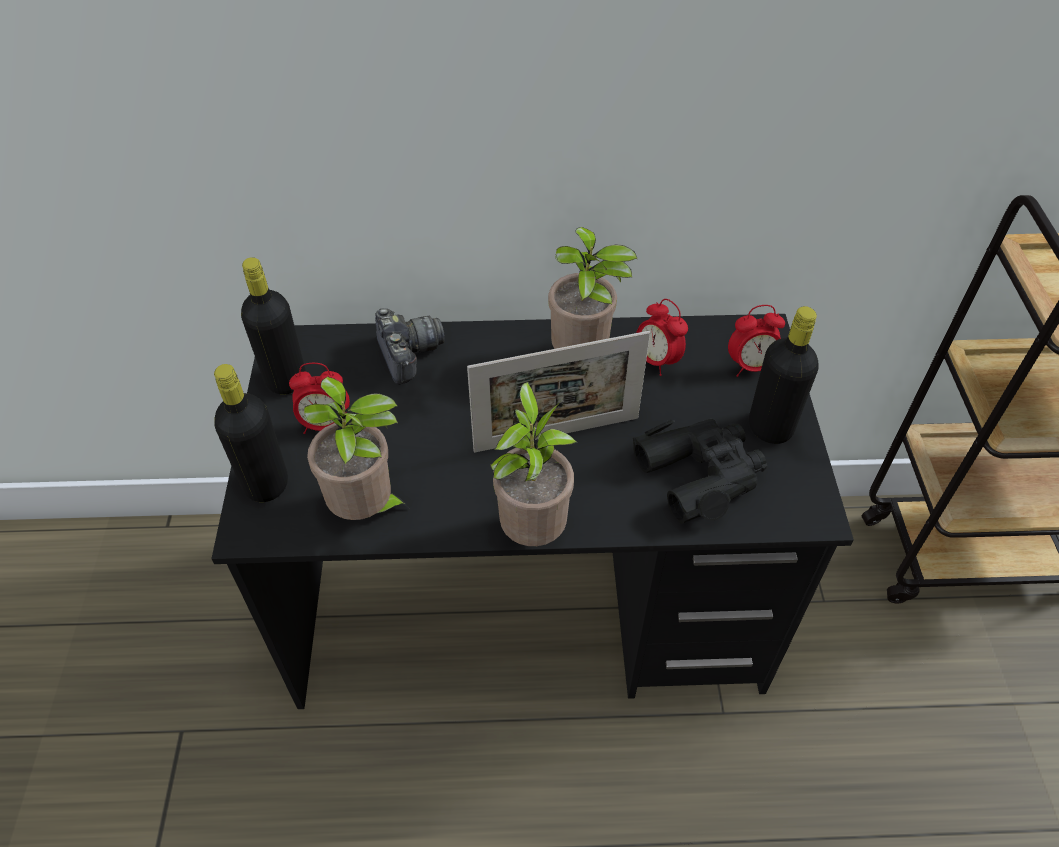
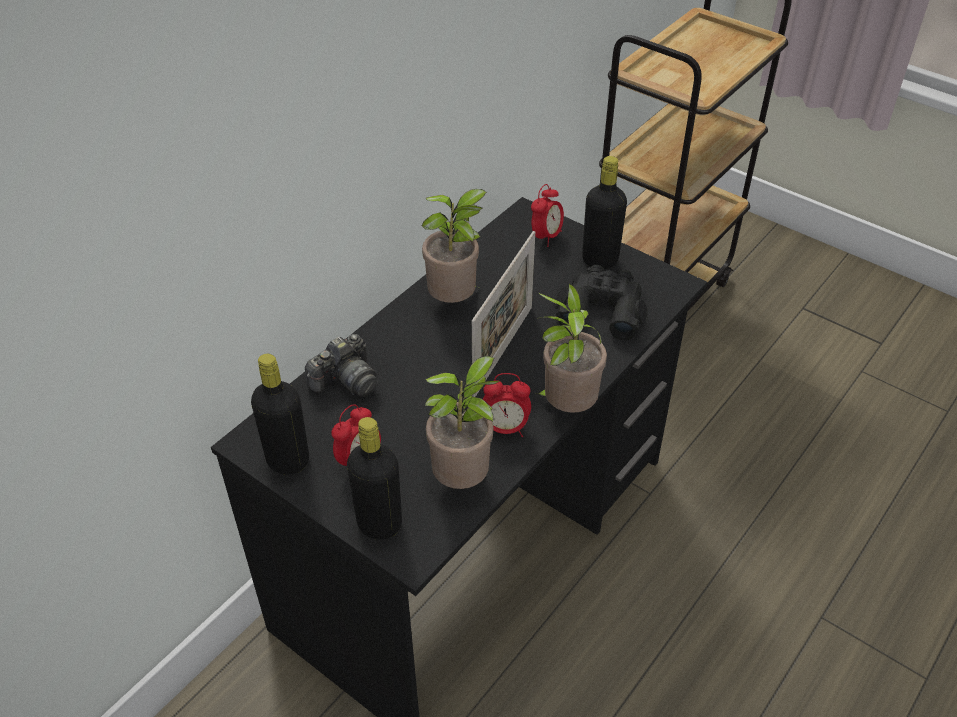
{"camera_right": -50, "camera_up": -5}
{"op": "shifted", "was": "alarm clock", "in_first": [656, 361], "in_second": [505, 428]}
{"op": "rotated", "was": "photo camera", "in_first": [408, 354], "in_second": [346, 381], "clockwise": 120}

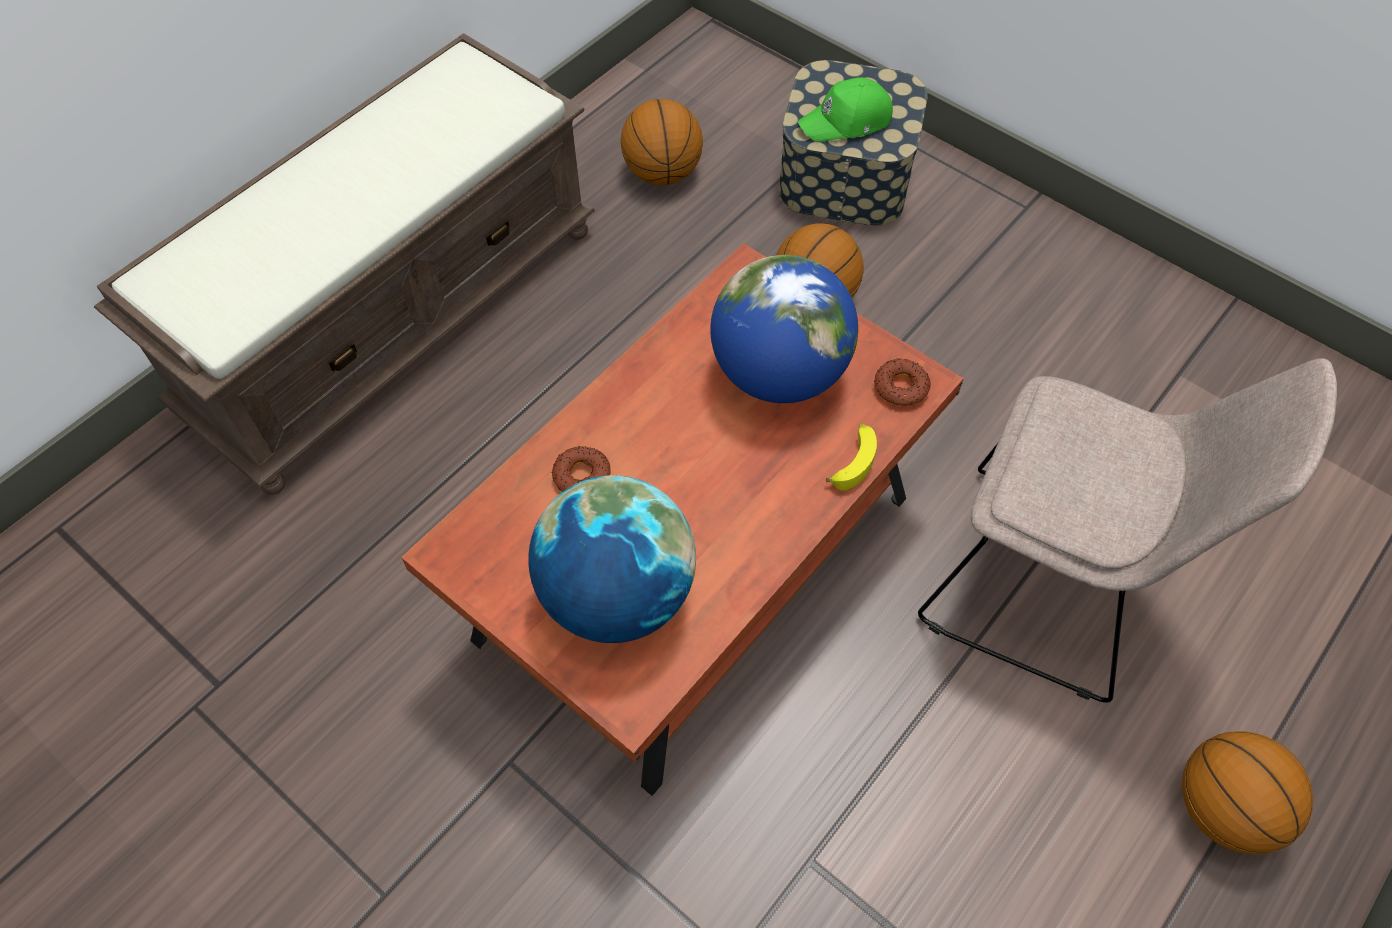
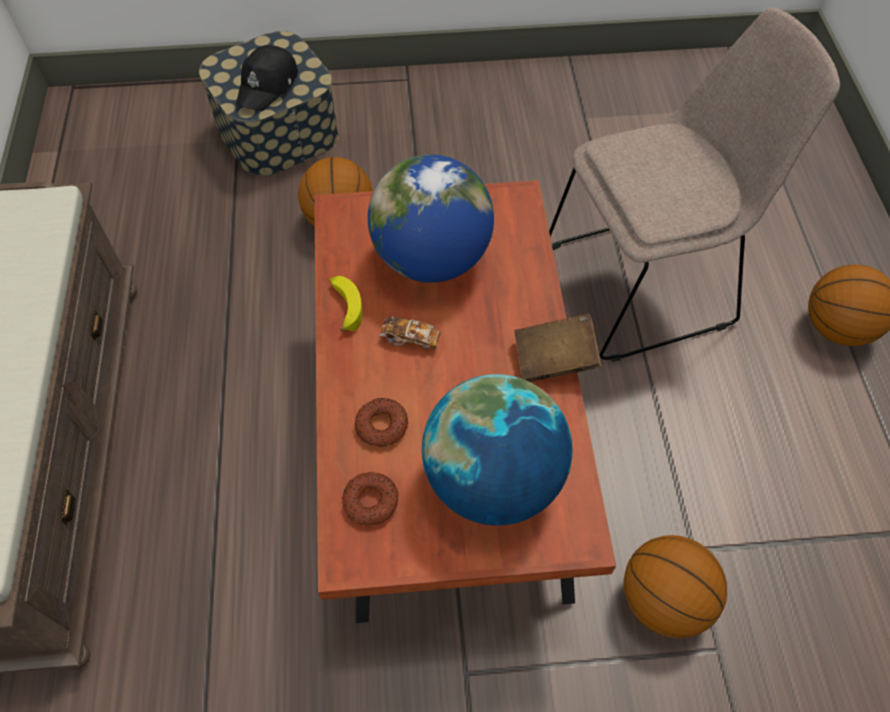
{"camera_right": -45, "camera_up": 0}
{"op": "new", "now": "model car", "in_second": [410, 338]}
{"op": "new", "now": "brownish volume", "in_second": [554, 359]}
{"op": "shifted", "was": "basketball", "in_first": [662, 173], "in_second": [664, 600]}
{"op": "shifted", "was": "banana", "in_first": [853, 461], "in_second": [345, 306]}
{"op": "shifted", "was": "doughnut", "in_first": [901, 387], "in_second": [370, 501]}
{"op": "repainted", "was": "greenish baseball cap", "now": "black-coloured baseball cap", "in_first": [847, 121], "in_second": [268, 85]}

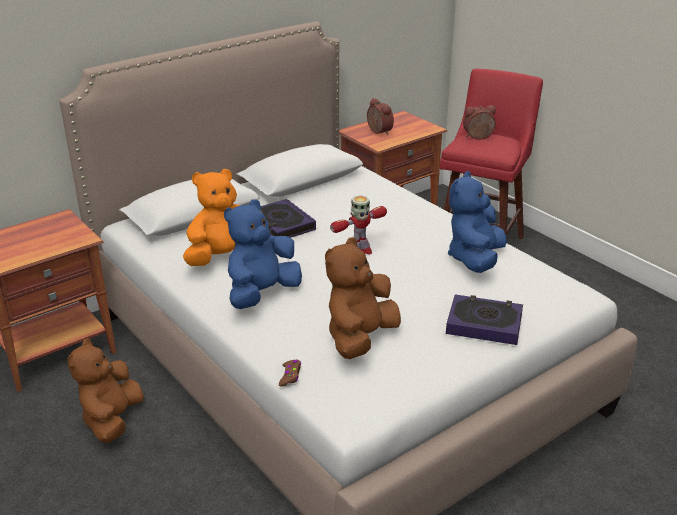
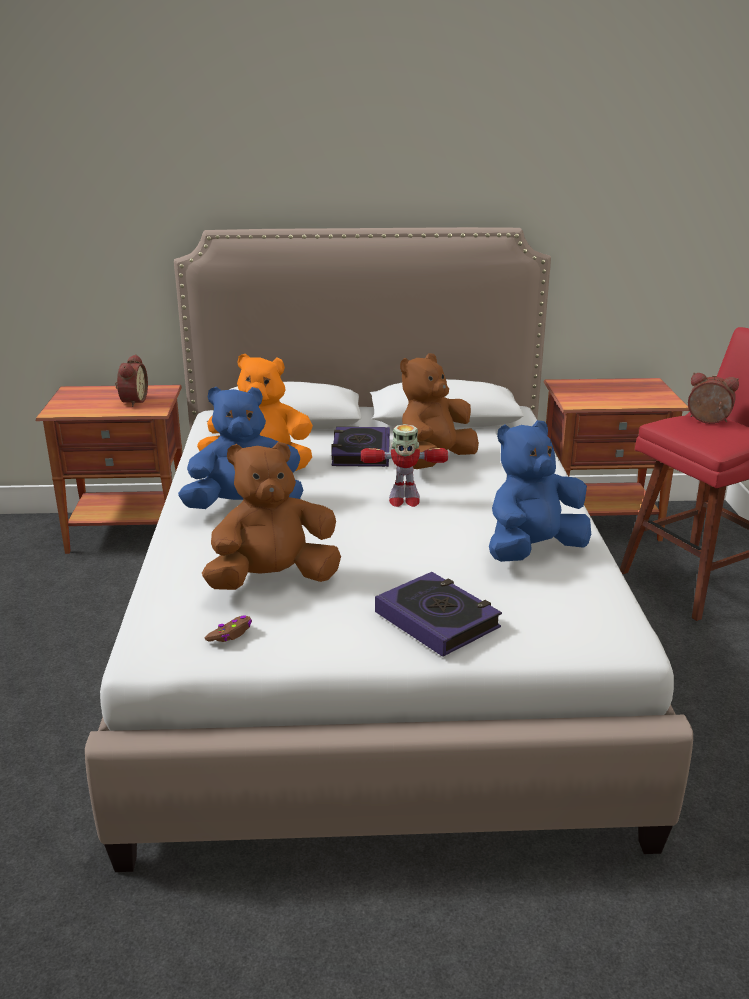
{"camera_right": 35, "camera_up": -5}
{"op": "shifted", "was": "brownish soft toy", "in_first": [112, 420], "in_second": [434, 462]}
{"op": "shifted", "was": "brownish joypad", "in_first": [290, 376], "in_second": [230, 634]}
{"op": "shifted", "was": "alarm clock", "in_first": [378, 132], "in_second": [132, 401]}

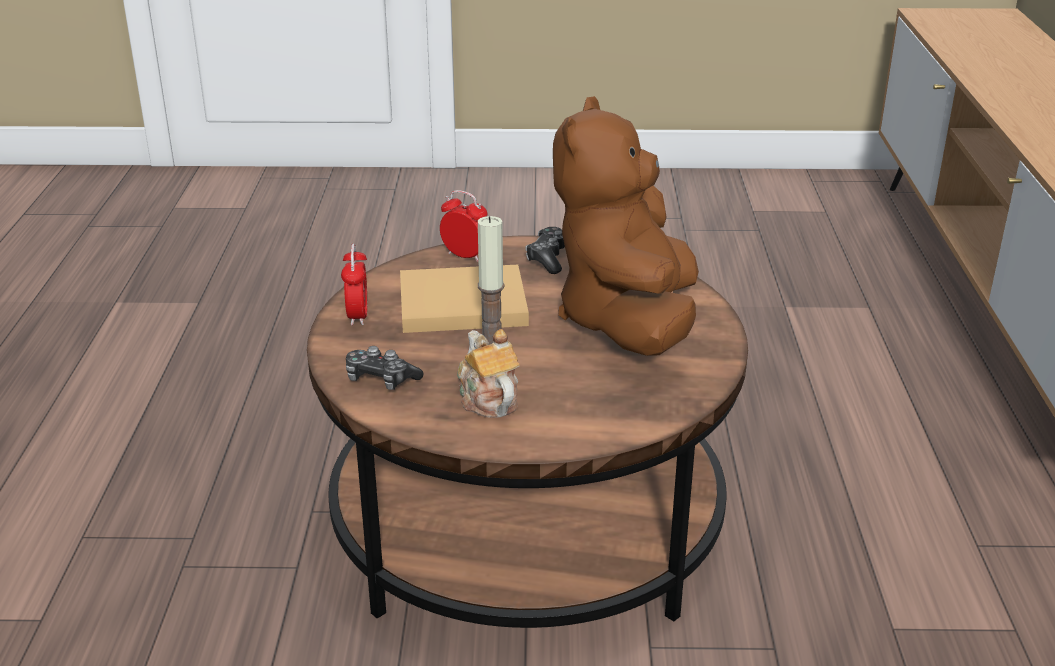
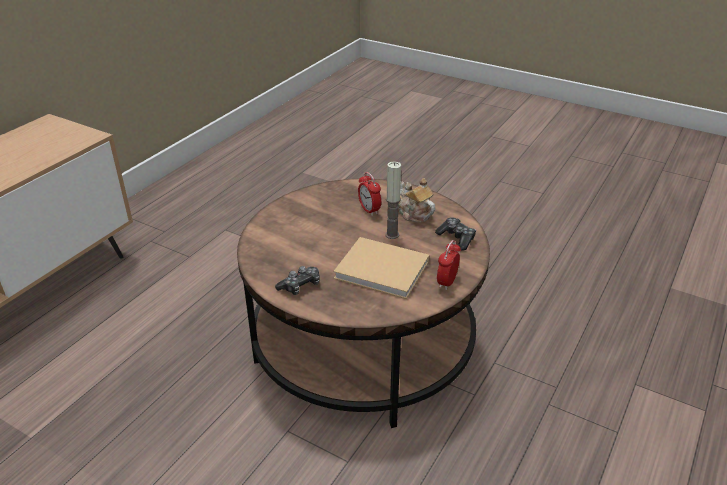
{"camera_right": -150, "camera_up": 5}
{"op": "gone", "was": "brownish soft toy", "in_first": [628, 322]}
{"op": "shifted", "was": "alarm clock", "in_first": [465, 255], "in_second": [369, 210]}
{"op": "rotated", "was": "tea pot", "in_first": [487, 399], "in_second": [413, 213], "clockwise": 135}

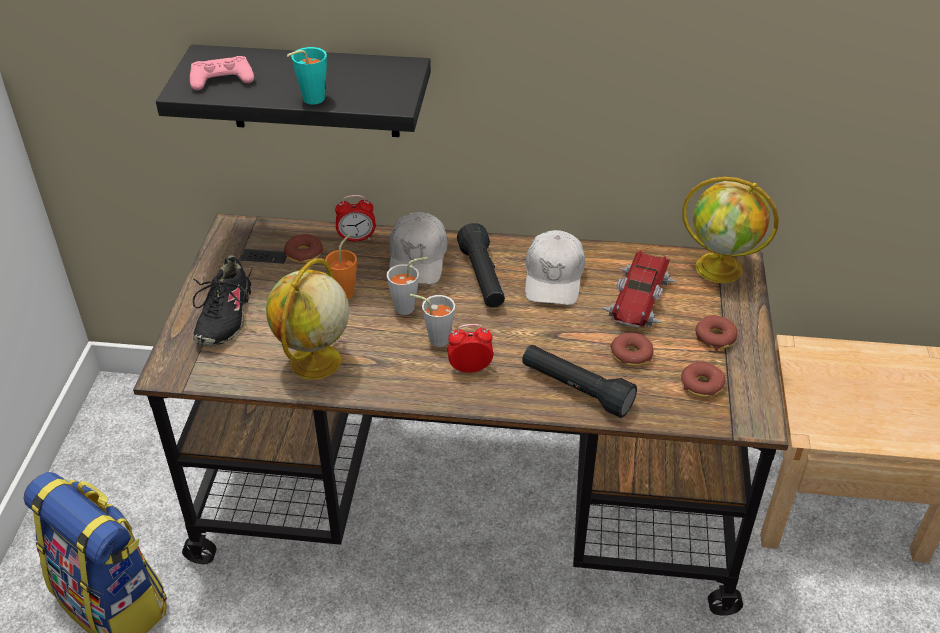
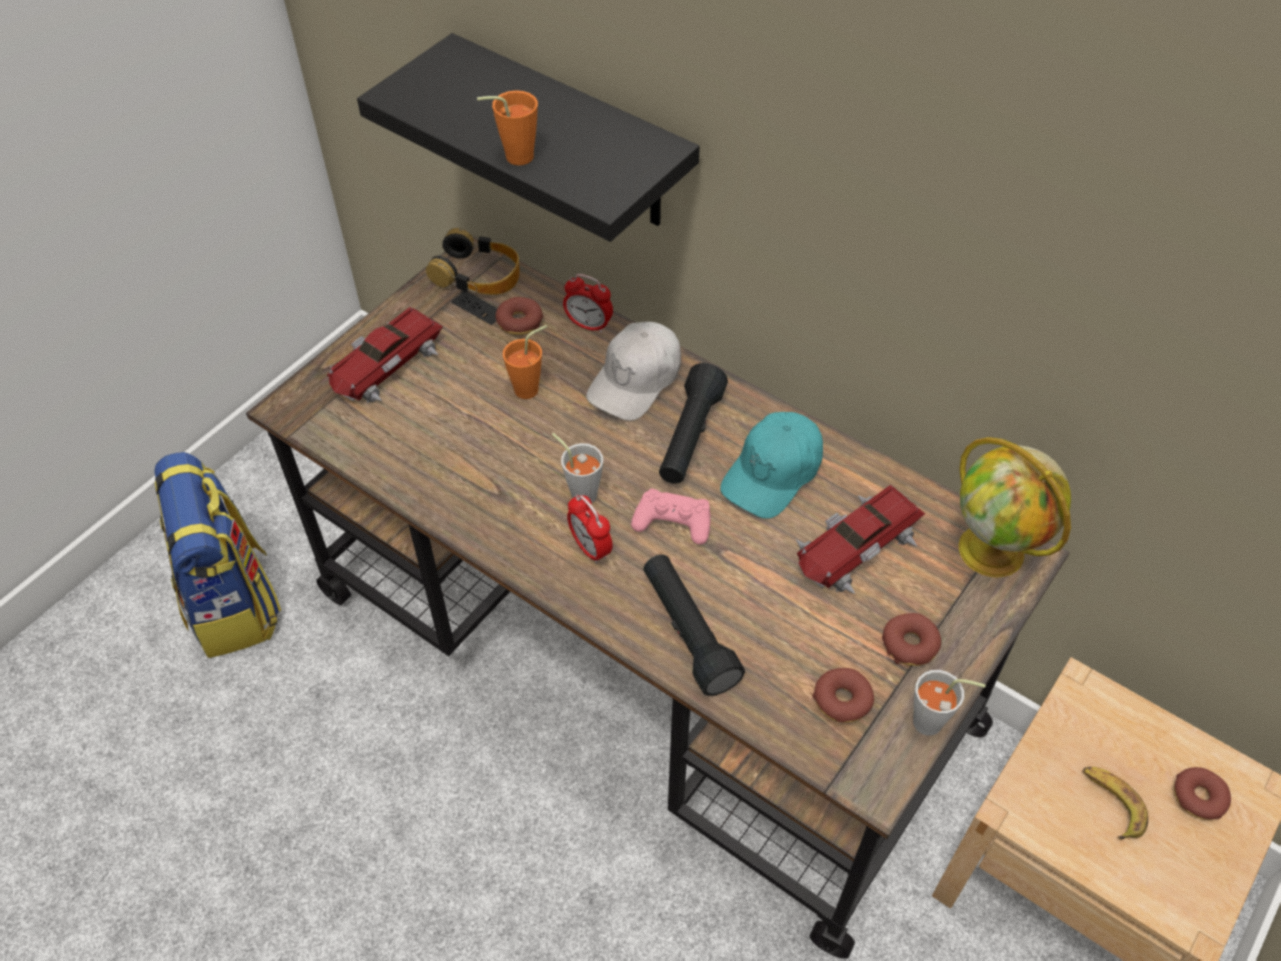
{"camera_right": 30, "camera_up": 10}
{"op": "gone", "was": "globe", "in_first": [315, 362]}
{"op": "new", "now": "pair of headphones", "in_second": [478, 274]}
{"op": "new", "now": "banana", "in_second": [1111, 803]}
{"op": "shifted", "was": "pink-coloured joypad", "in_first": [222, 79], "in_second": [673, 521]}
{"op": "shifted", "was": "grey cup", "in_first": [409, 307], "in_second": [934, 724]}
{"op": "shifted", "was": "doughnut", "in_first": [631, 355], "in_second": [1198, 797]}
{"op": "swapped", "was": "black-coloured item of footwear", "now": "model car", "in_first": [224, 317], "in_second": [386, 365]}
{"op": "repainted", "was": "blue-green cup", "now": "orangey cup", "in_first": [309, 100], "in_second": [513, 157]}
{"op": "repainted", "was": "white-coloured baseball cap", "now": "blue-green baseball cap", "in_first": [554, 278], "in_second": [773, 473]}
{"op": "rotated", "was": "alarm clock", "in_first": [470, 369], "in_second": [590, 548], "clockwise": -150}

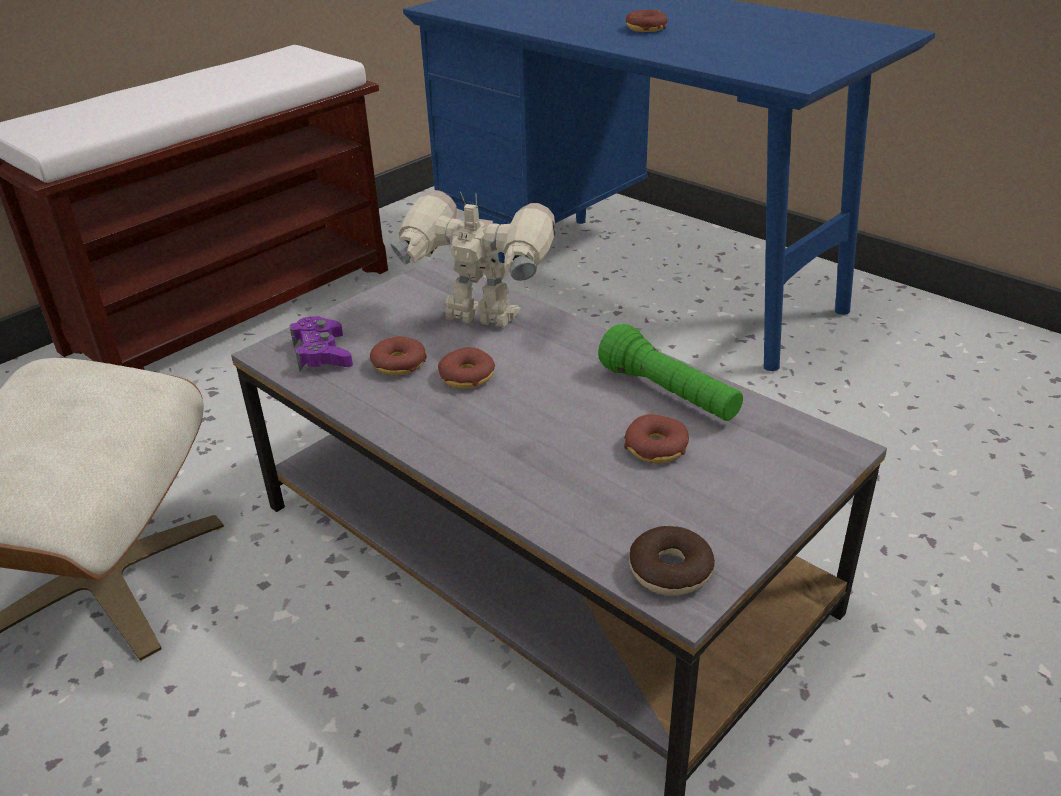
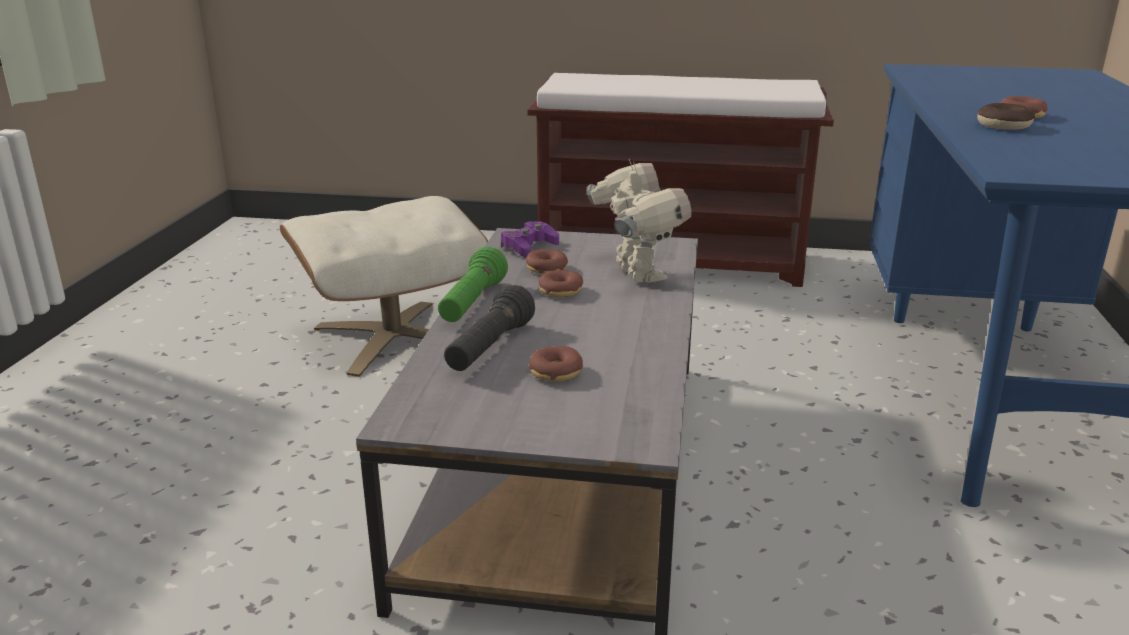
{"camera_right": 55, "camera_up": -10}
{"op": "new", "now": "black-coloured hand torch", "in_second": [489, 348]}
{"op": "shifted", "was": "greenish hand torch", "in_first": [669, 394], "in_second": [472, 303]}
{"op": "shifted", "was": "doughnut", "in_first": [670, 570], "in_second": [1003, 126]}

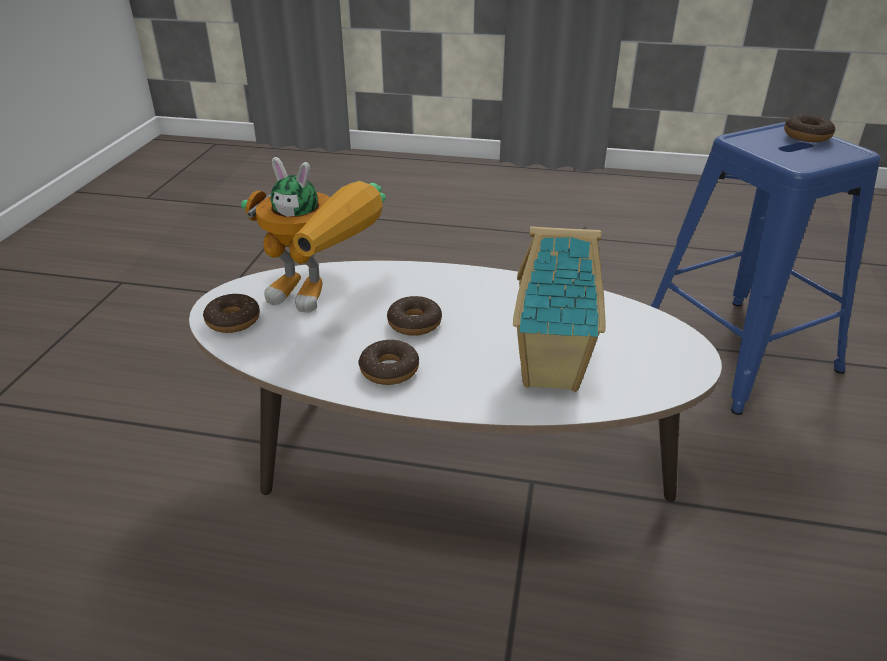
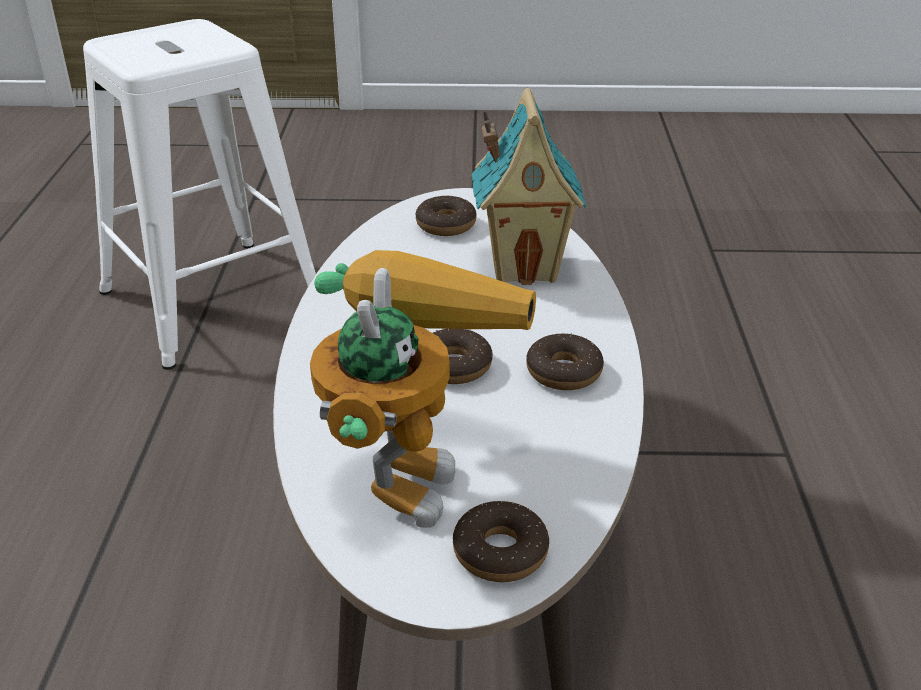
{"camera_right": -100, "camera_up": 0}
{"op": "shifted", "was": "doughnut", "in_first": [807, 136], "in_second": [446, 225]}
{"op": "repainted", "was": "bluish stool seat", "now": "white-coloured stool seat", "in_first": [736, 350], "in_second": [209, 300]}

